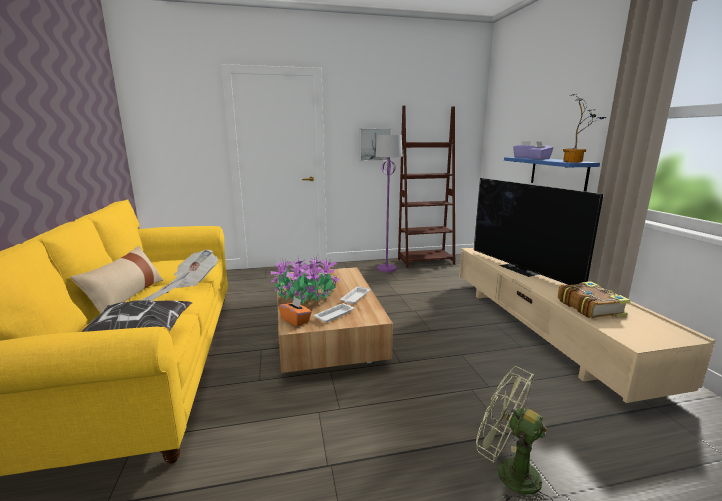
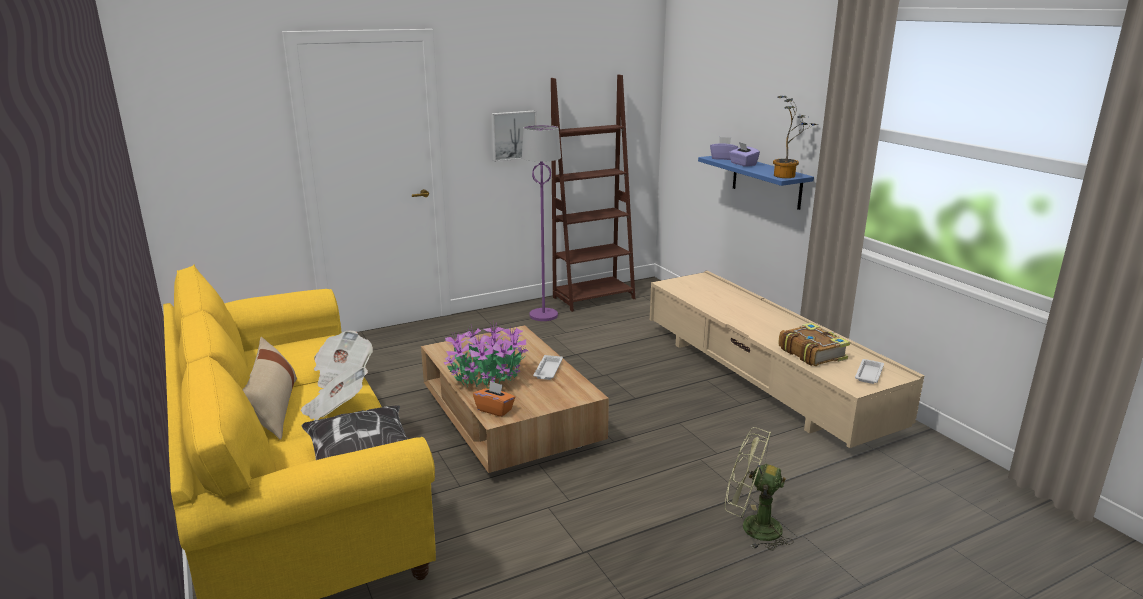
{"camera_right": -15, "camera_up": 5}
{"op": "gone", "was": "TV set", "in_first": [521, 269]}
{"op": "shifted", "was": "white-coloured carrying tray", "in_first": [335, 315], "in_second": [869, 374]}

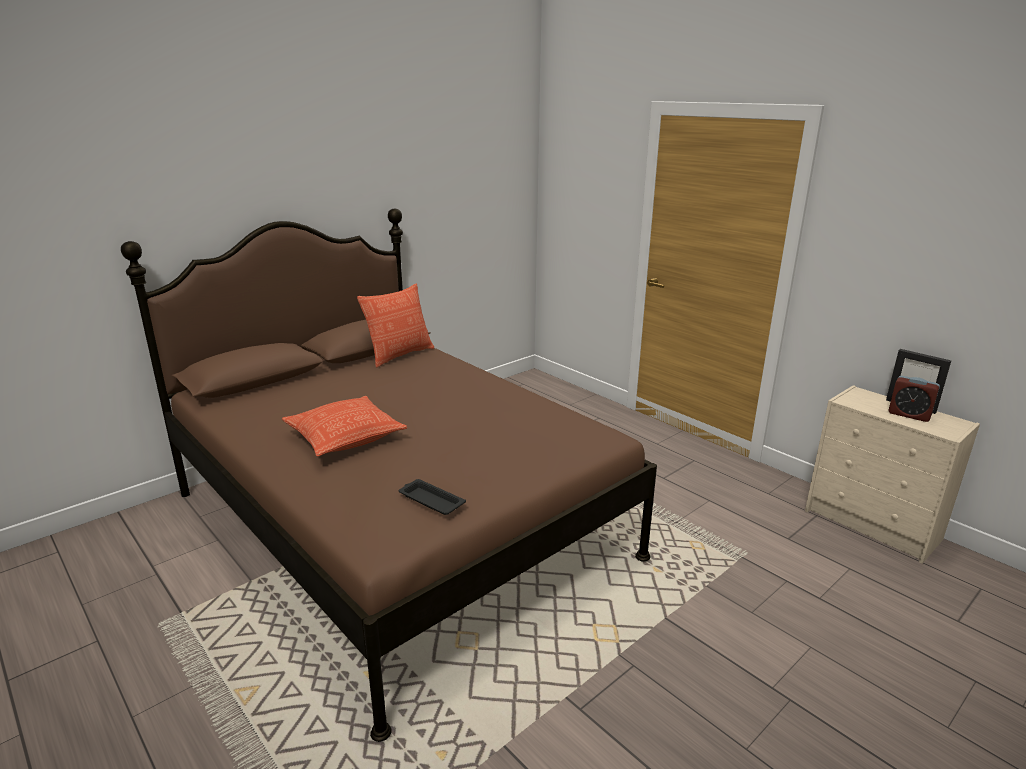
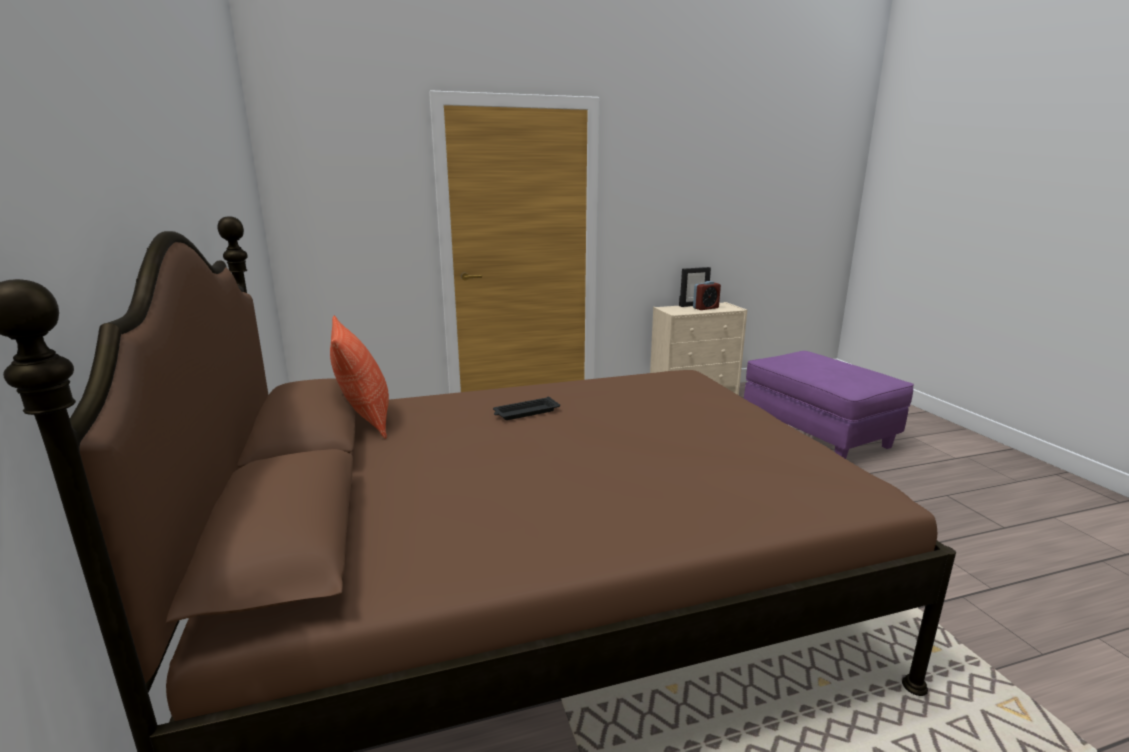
{"camera_right": -65, "camera_up": -5}
{"op": "gone", "was": "orangey pillow", "in_first": [345, 438]}
{"op": "new", "now": "purplish ottoman", "in_second": [816, 434]}
{"op": "shifted", "was": "black-coloured carrying tray", "in_first": [430, 500], "in_second": [525, 412]}

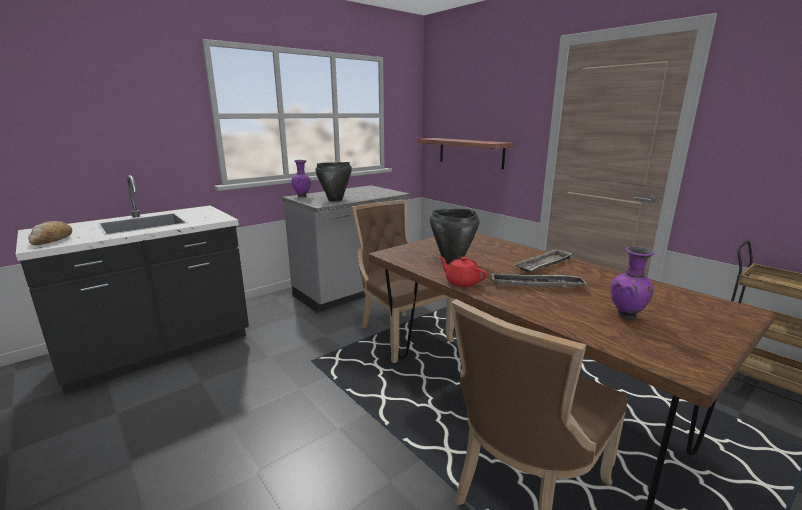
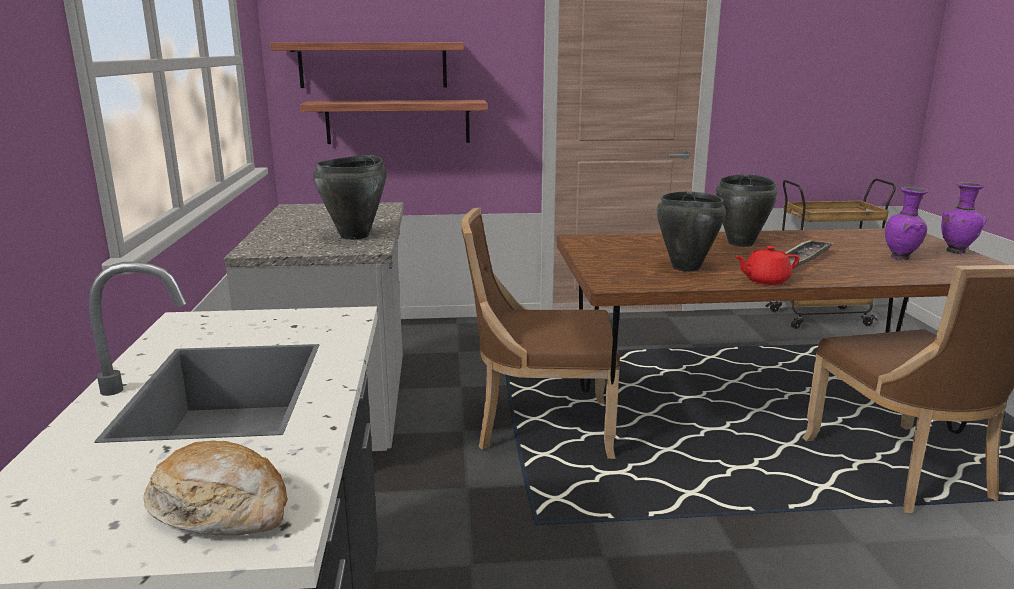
{"camera_right": -55, "camera_up": 0}
{"op": "new", "now": "shelf", "in_second": [373, 65]}
{"op": "shifted", "was": "purplish decorative vase", "in_first": [302, 196], "in_second": [956, 251]}
{"op": "swapped", "was": "carrying tray", "now": "black-coloured saucepot", "in_first": [543, 265], "in_second": [741, 243]}

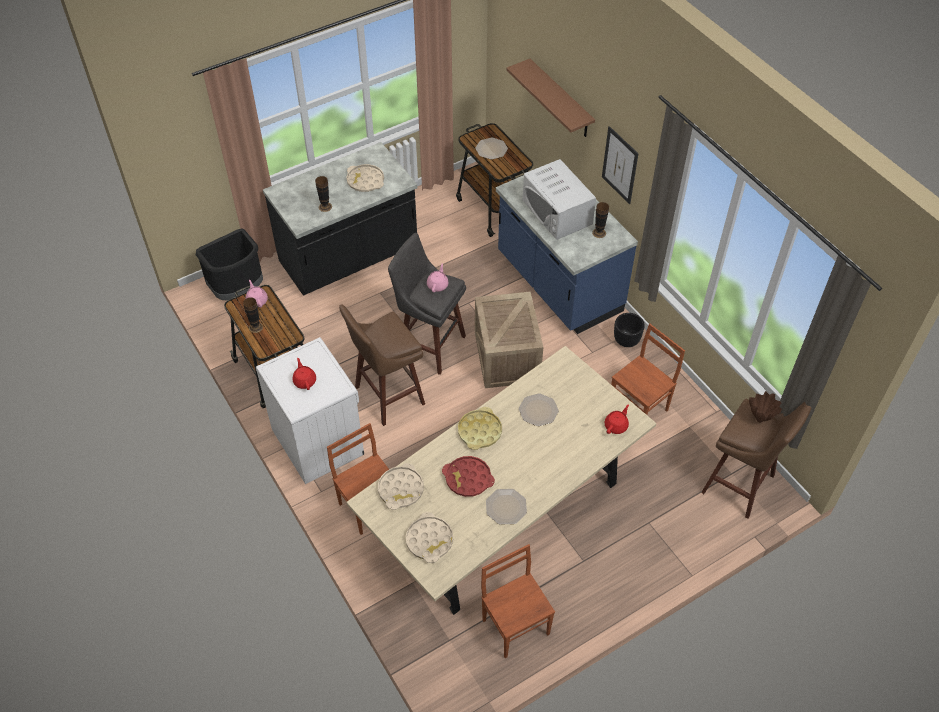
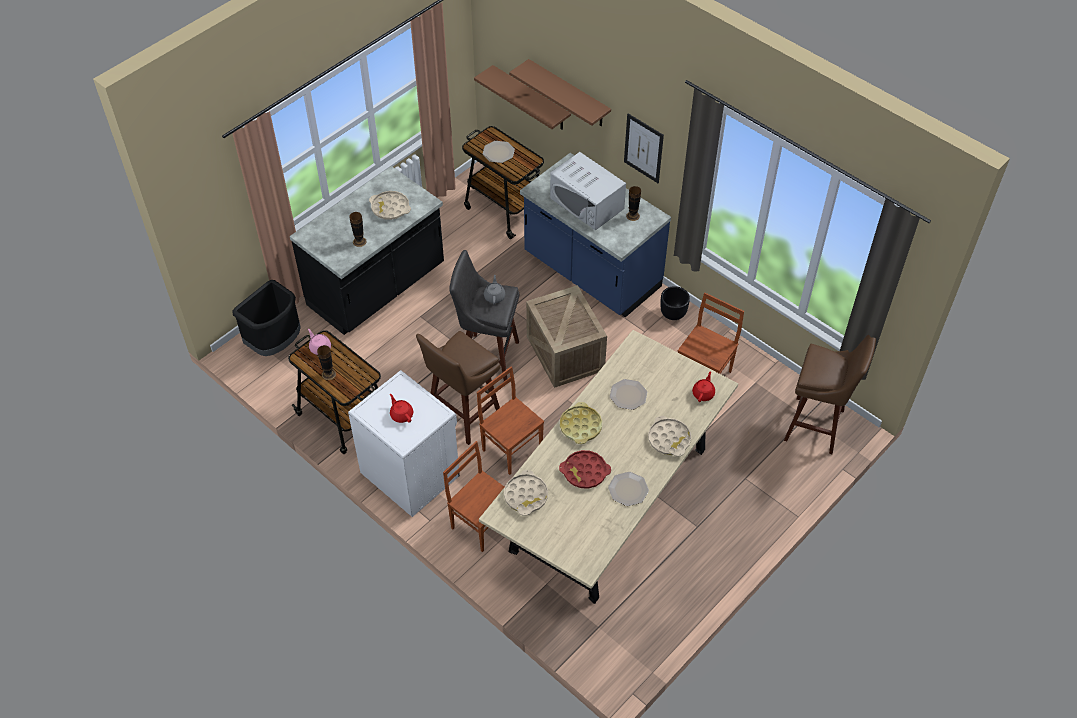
{"camera_right": -15, "camera_up": 0}
{"op": "gone", "was": "brownish decorative vase", "in_first": [760, 420]}
{"op": "new", "now": "brownish shelf", "in_second": [531, 99]}
{"op": "shifted", "was": "sand-coloured carrying tray", "in_first": [429, 540], "in_second": [669, 439]}
{"op": "shifted", "was": "brownish plain chair", "in_first": [516, 625], "in_second": [512, 448]}
{"op": "repainted", "was": "pink-coloured tea pot", "now": "grey tea pot", "in_first": [438, 285], "in_second": [494, 296]}

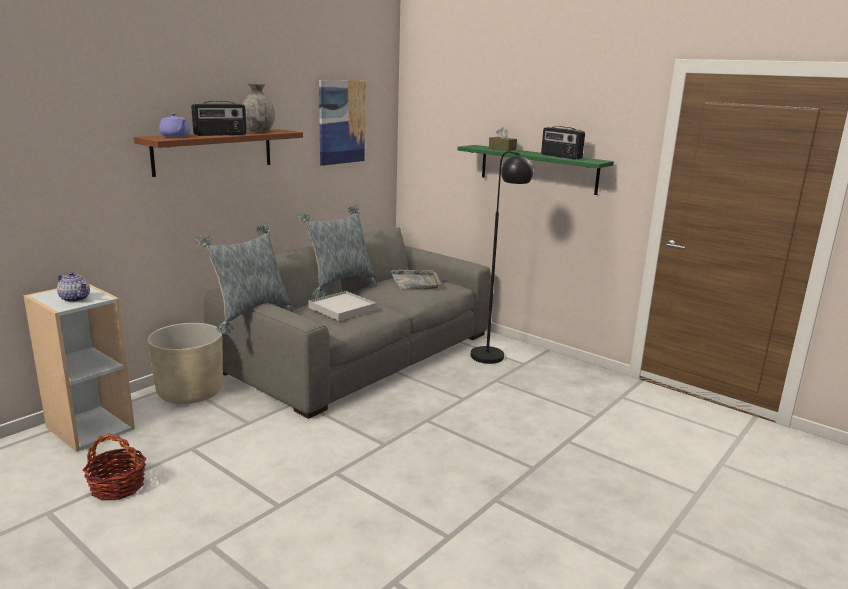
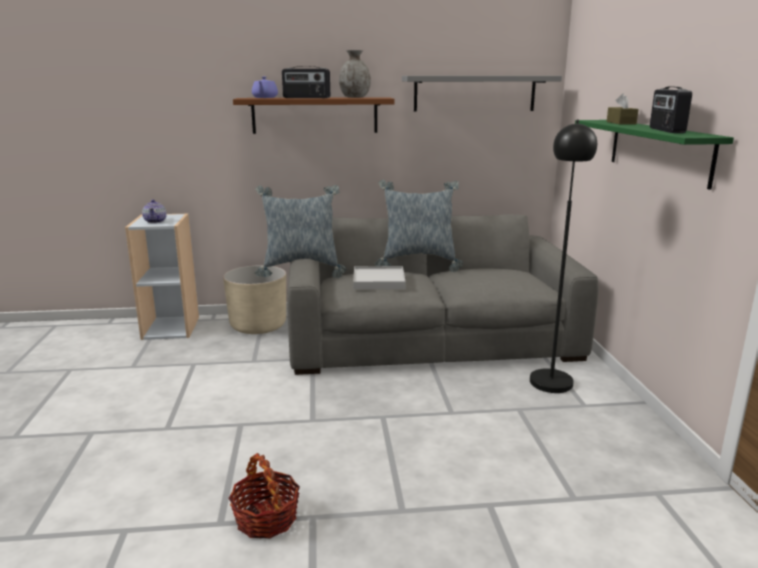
{"camera_right": 45, "camera_up": 0}
{"op": "gone", "was": "grey carrying tray", "in_first": [416, 282]}
{"op": "shifted", "was": "household basket", "in_first": [117, 486], "in_second": [266, 518]}
{"op": "swapped", "was": "wall picture", "now": "grey shelf", "in_first": [342, 122], "in_second": [474, 93]}

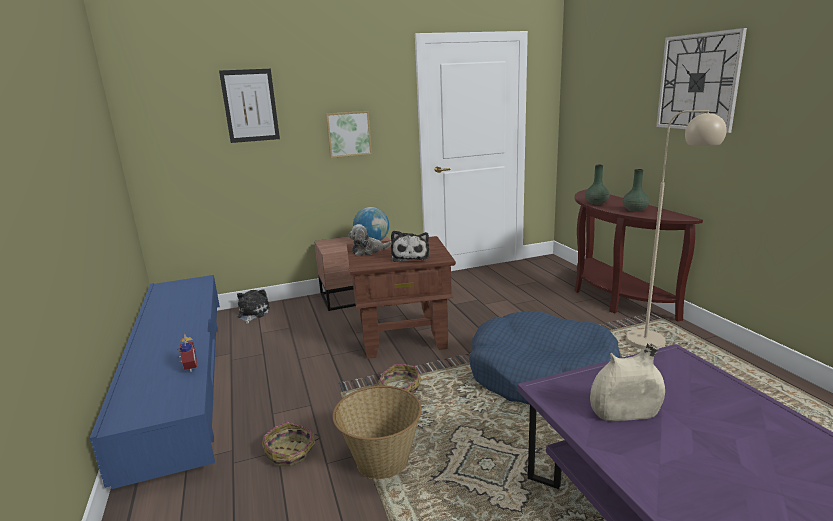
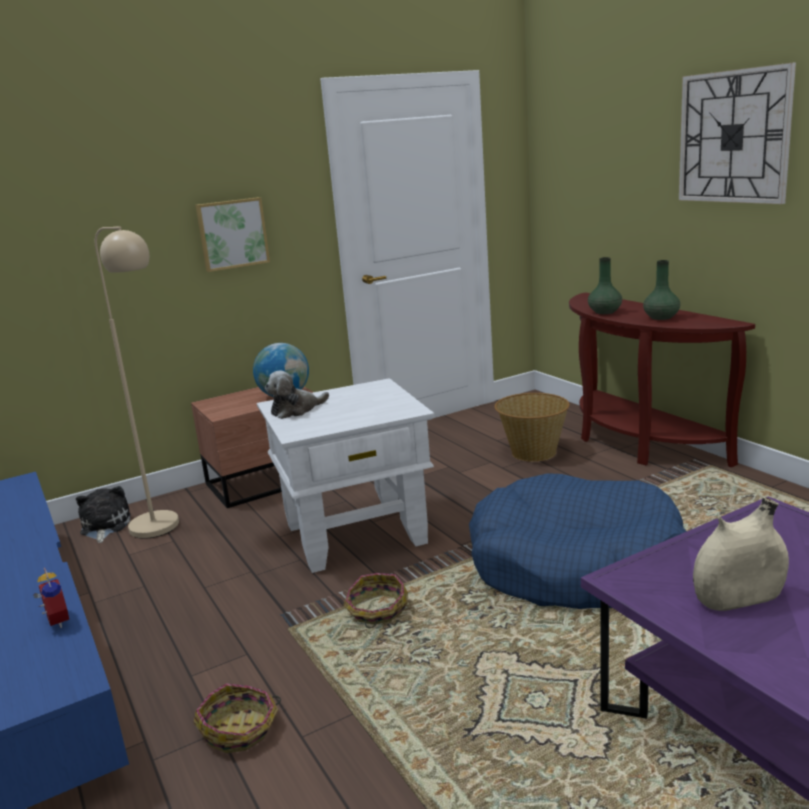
{"camera_right": -10, "camera_up": 0}
{"op": "gone", "was": "wall picture", "in_first": [250, 106]}
{"op": "gone", "was": "soft toy", "in_first": [410, 256]}
{"op": "shifted", "was": "household basket", "in_first": [381, 461], "in_second": [533, 453]}
{"op": "shifted", "was": "sand-coloured floor lamp", "in_first": [657, 345], "in_second": [164, 530]}
{"op": "repainted", "was": "brownish side table", "now": "white-coloured side table", "in_first": [403, 337], "in_second": [356, 534]}

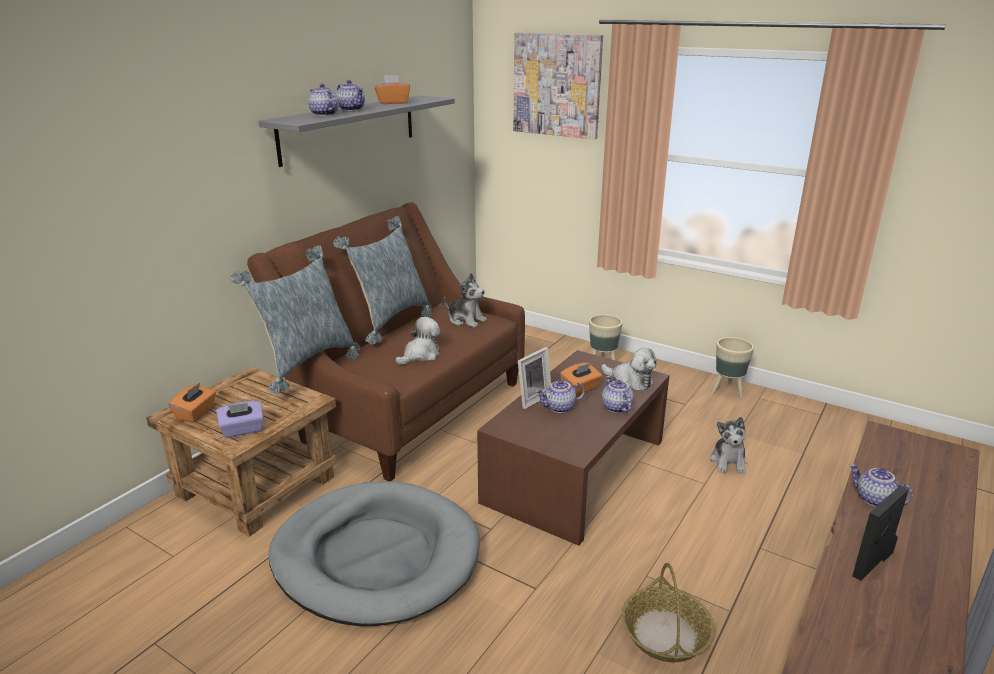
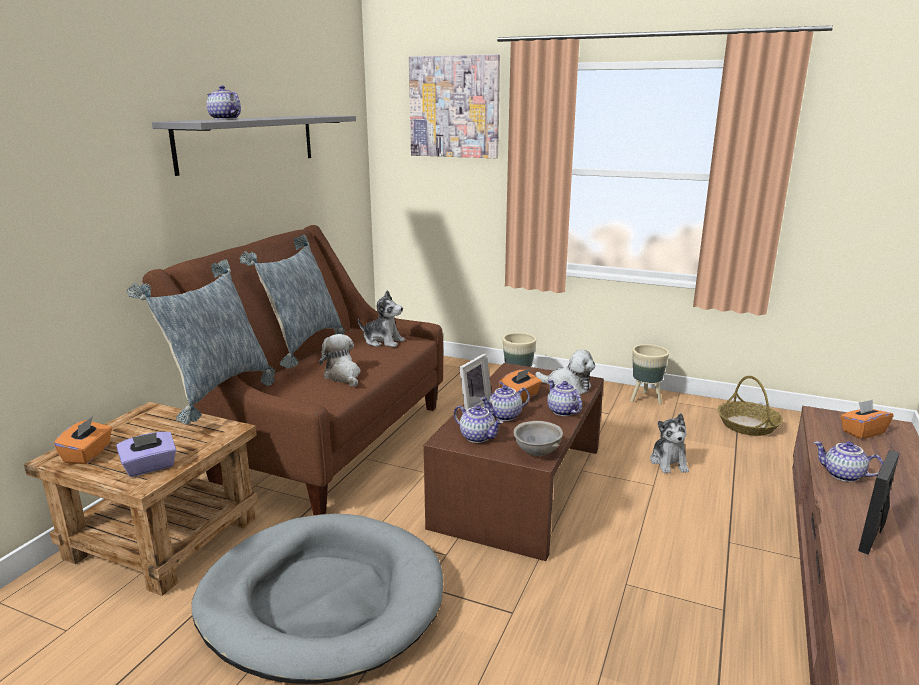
{"camera_right": -10, "camera_up": -5}
{"op": "new", "now": "grey bowl", "in_second": [537, 453]}
{"op": "shifted", "was": "tea pot", "in_first": [352, 109], "in_second": [478, 437]}
{"op": "shifted", "was": "orangey box of tissues", "in_first": [393, 103], "in_second": [862, 432]}
{"op": "shifted", "was": "household basket", "in_first": [666, 634], "in_second": [748, 425]}
{"op": "rotated", "was": "soft toy", "in_first": [420, 355], "in_second": [343, 376], "clockwise": -60}

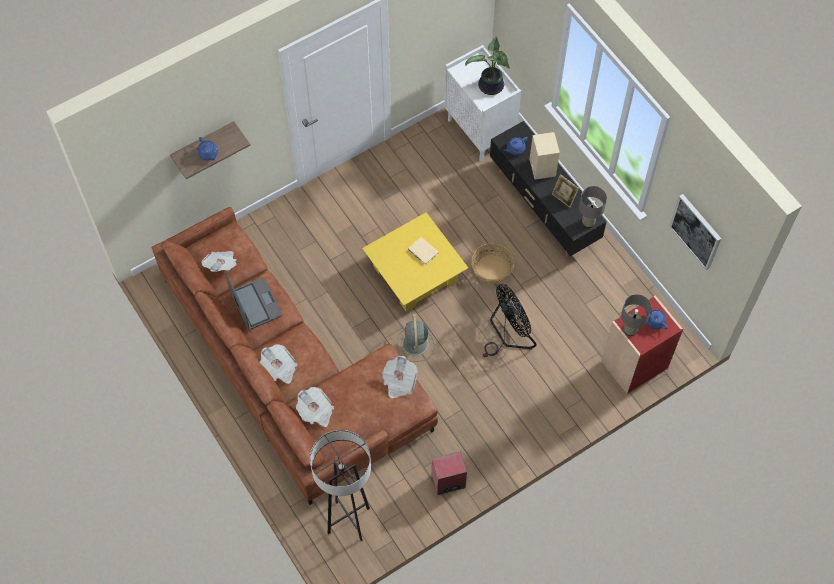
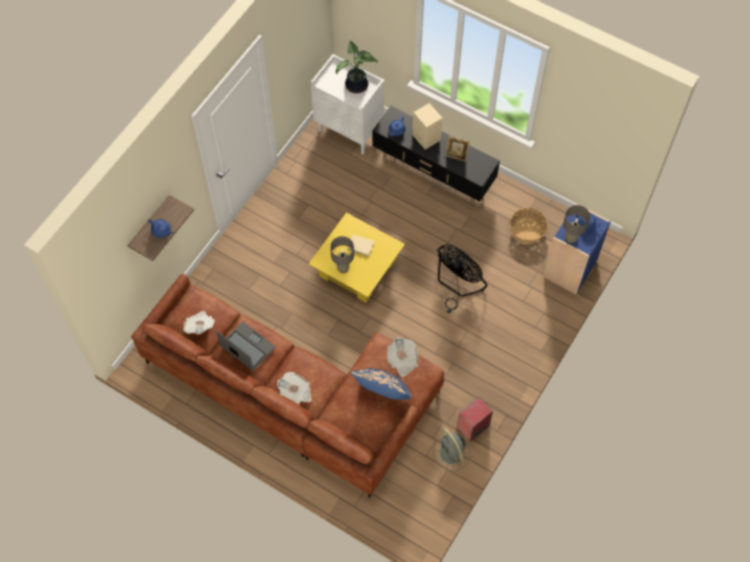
{"camera_right": -25, "camera_up": 0}
{"op": "gone", "was": "printed paper", "in_first": [316, 411]}
{"op": "gone", "was": "grey floor lamp", "in_first": [348, 521]}
{"op": "gone", "was": "wall picture", "in_first": [696, 231]}
{"op": "new", "now": "bluish pillow", "in_second": [382, 394]}
{"op": "shifted", "was": "grey cooling fan", "in_first": [415, 345], "in_second": [451, 454]}
{"op": "shifted", "was": "household basket", "in_first": [492, 269], "in_second": [527, 231]}
{"op": "shifted", "was": "grey lamp for a table", "in_first": [588, 222], "in_second": [343, 268]}
{"op": "repainted", "was": "reddish shelving unit", "now": "bluish shelving unit", "in_first": [634, 365], "in_second": [570, 269]}

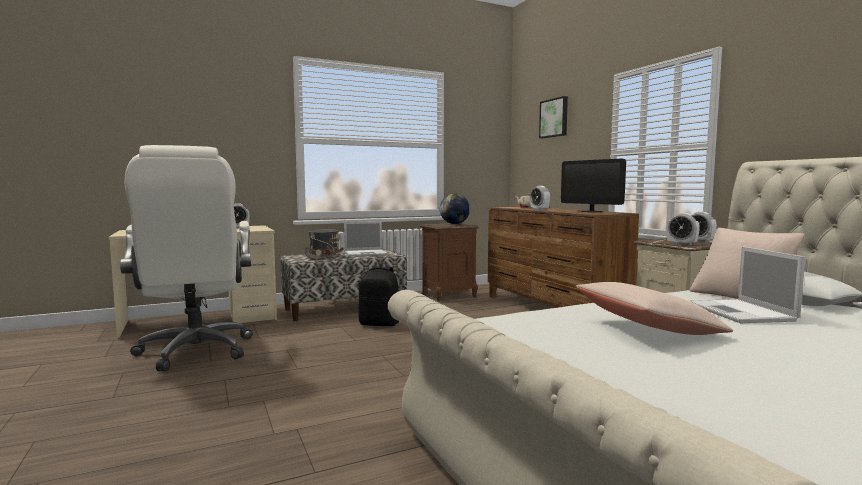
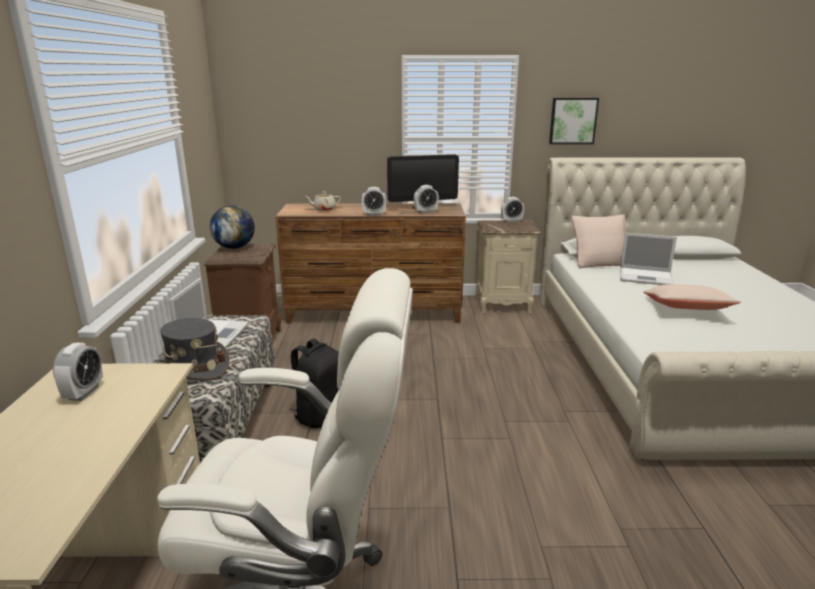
{"camera_right": -65, "camera_up": 15}
{"op": "shifted", "was": "wall picture", "in_first": [554, 118], "in_second": [572, 120]}
{"op": "shifted", "was": "alarm clock", "in_first": [681, 244], "in_second": [425, 211]}

